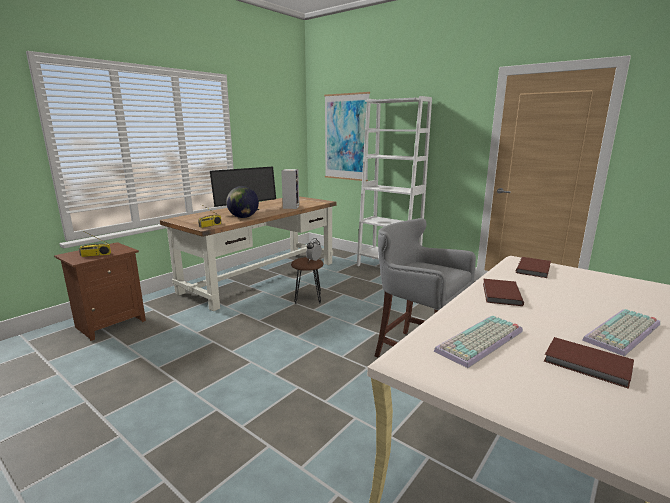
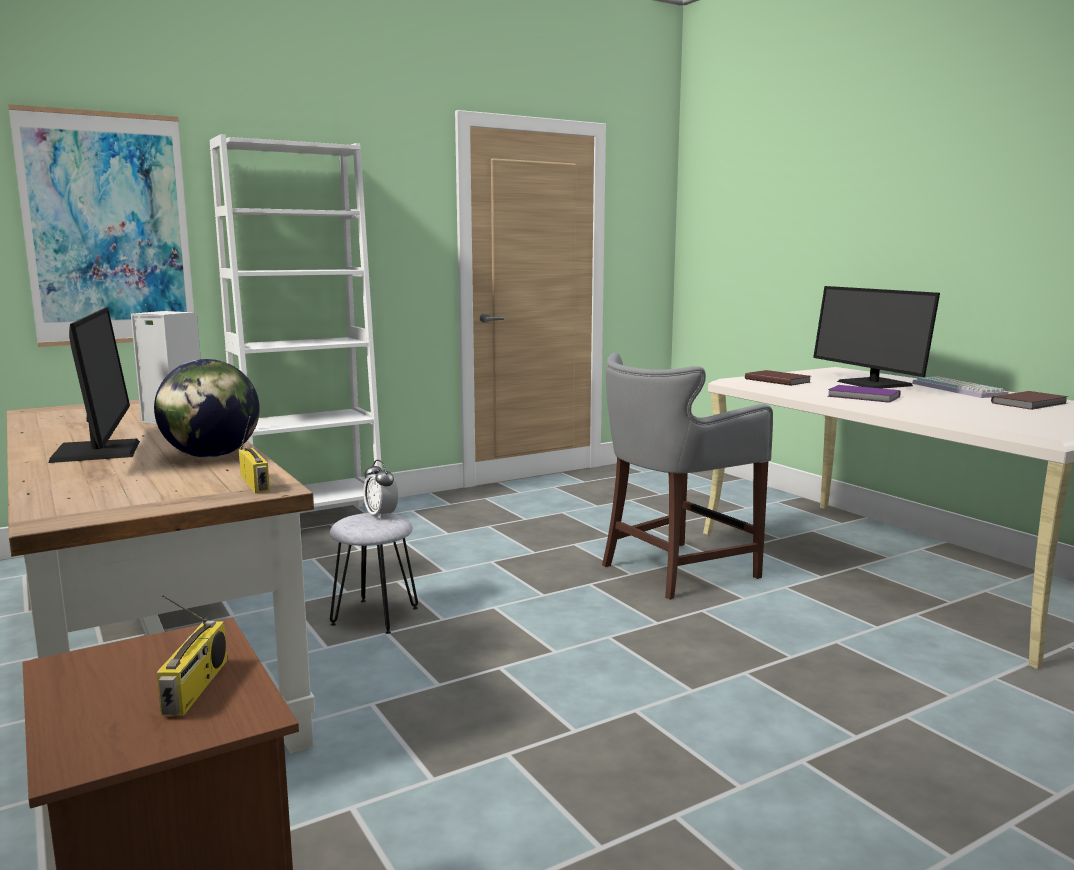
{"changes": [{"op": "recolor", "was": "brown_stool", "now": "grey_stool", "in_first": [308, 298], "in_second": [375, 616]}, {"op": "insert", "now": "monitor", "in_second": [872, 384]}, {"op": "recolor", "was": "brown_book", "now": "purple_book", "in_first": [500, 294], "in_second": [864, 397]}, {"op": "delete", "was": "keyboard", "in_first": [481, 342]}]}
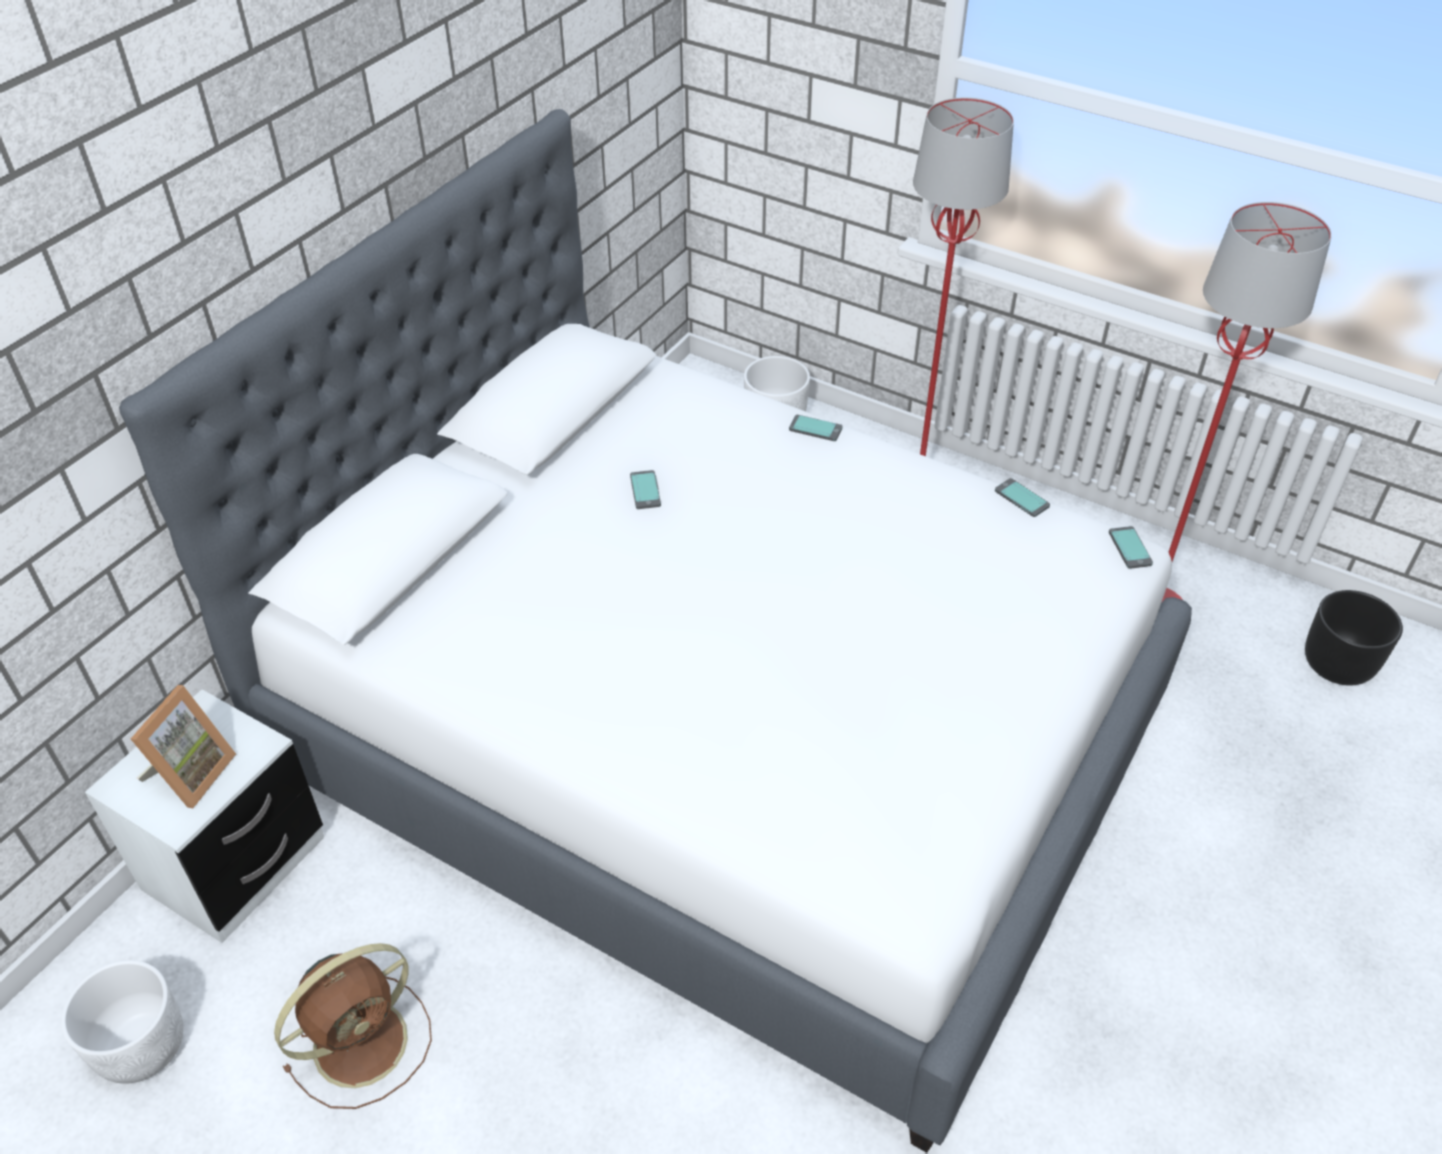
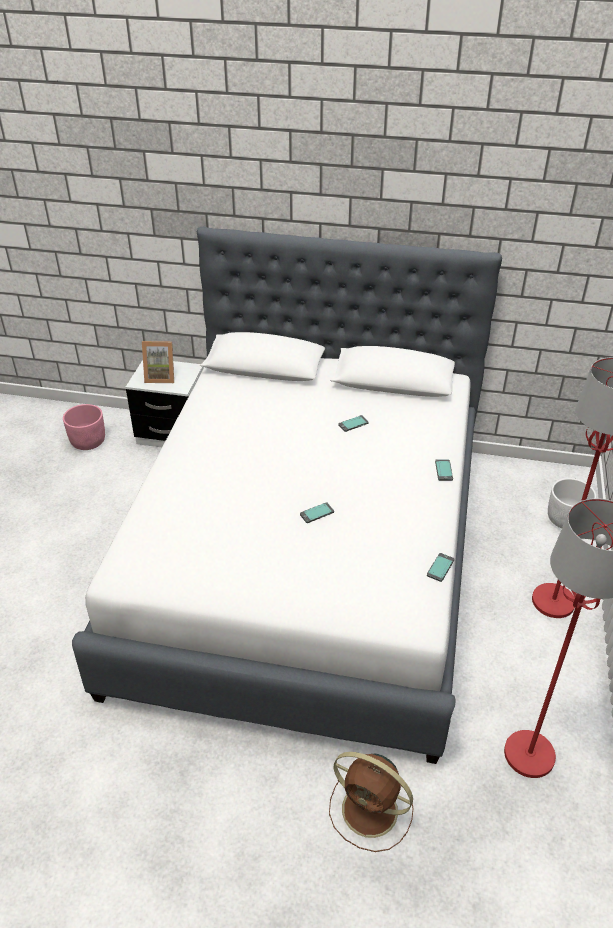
{"changes": [{"op": "recolor", "was": "white_planter", "now": "pink_planter", "in_first": [141, 1046], "in_second": [88, 441]}, {"op": "move", "was": "phone", "in_first": [1130, 548], "in_second": [317, 513]}, {"op": "move", "was": "brown_fan", "in_first": [364, 1040], "in_second": [372, 811]}, {"op": "delete", "was": "black_planter", "in_first": [1338, 664]}]}
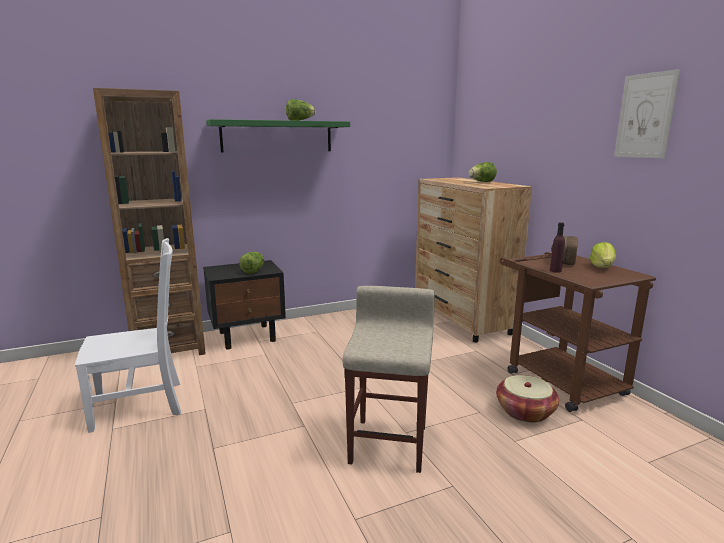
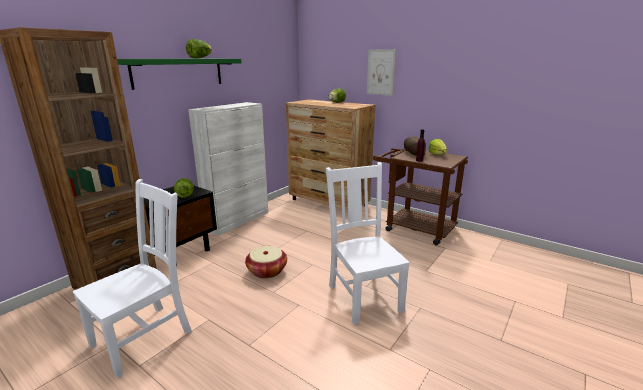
{"changes": [{"op": "insert", "now": "white_cabinet", "in_second": [238, 220]}, {"op": "move", "was": "basket", "in_first": [525, 411], "in_second": [267, 271]}, {"op": "replace", "was": "beige_stool", "now": "white_chair", "in_first": [389, 443], "in_second": [363, 296]}, {"op": "move", "was": "picture", "in_first": [645, 116], "in_second": [380, 72]}]}
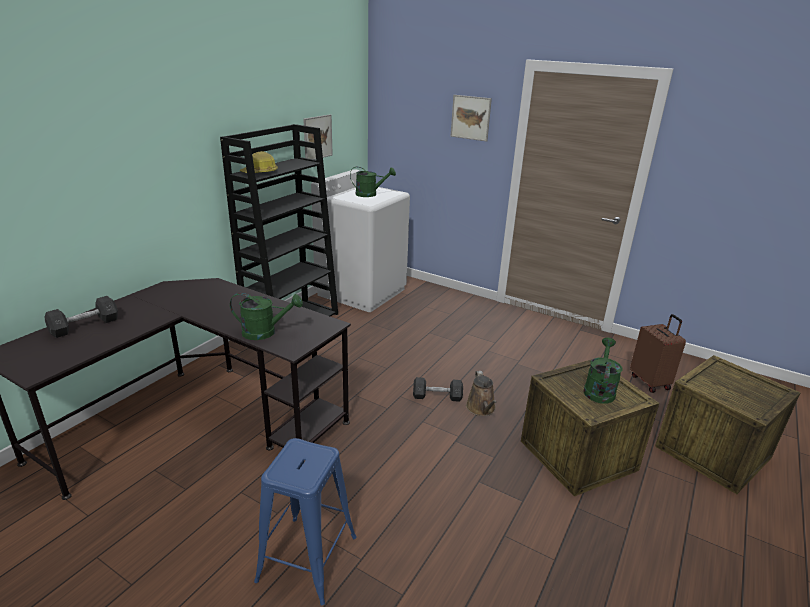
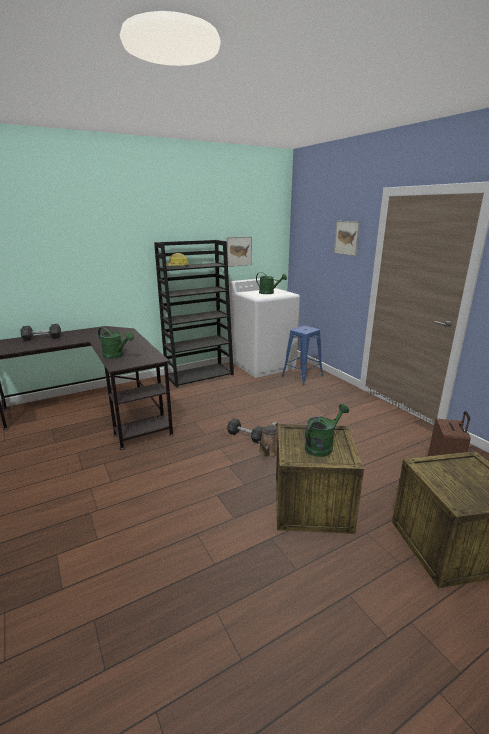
{"changes": [{"op": "move", "was": "blue_stool", "in_first": [307, 558], "in_second": [302, 376]}]}
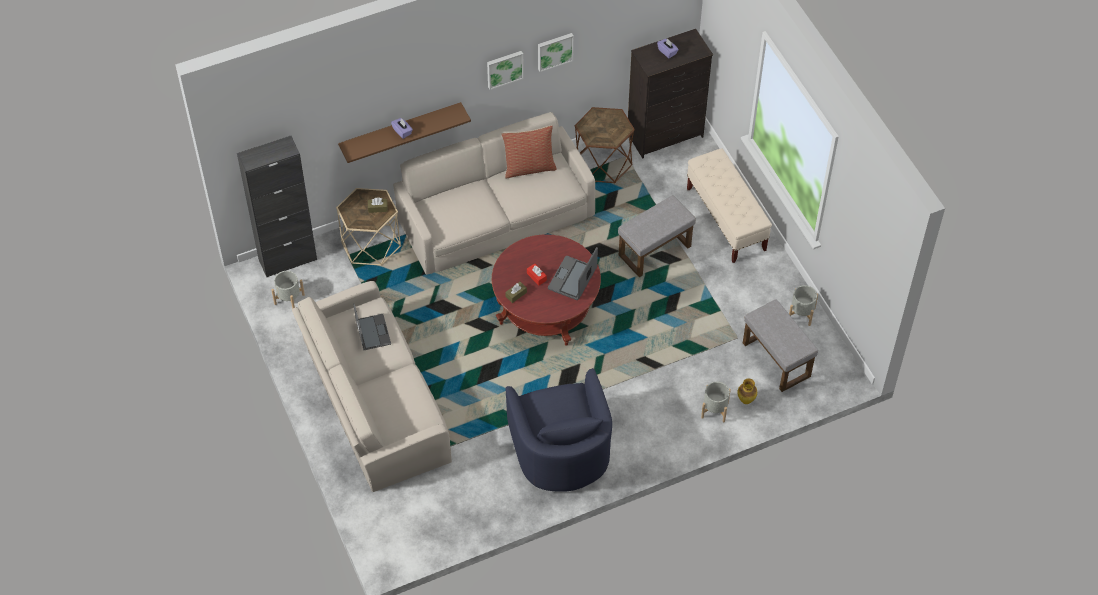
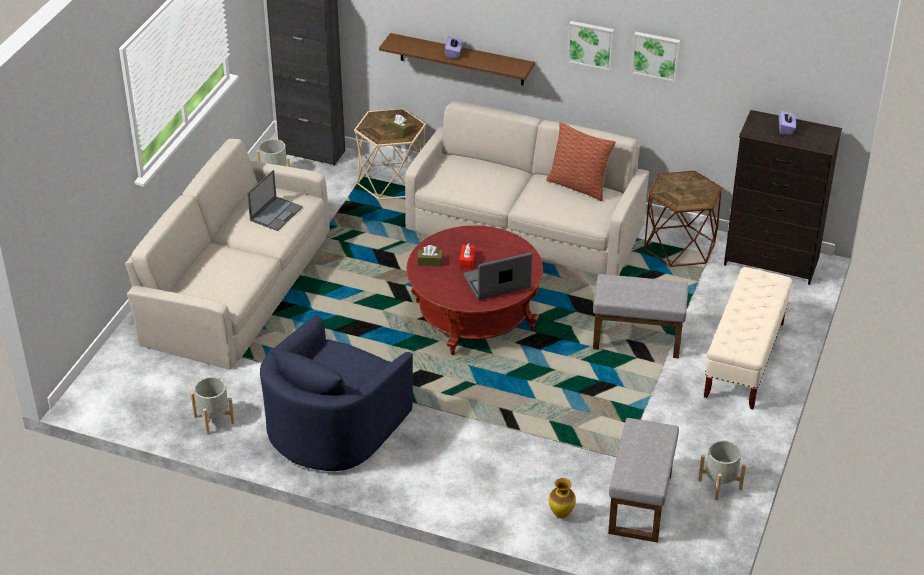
{"changes": [{"op": "move", "was": "grey_planter", "in_first": [714, 410], "in_second": [214, 419]}]}
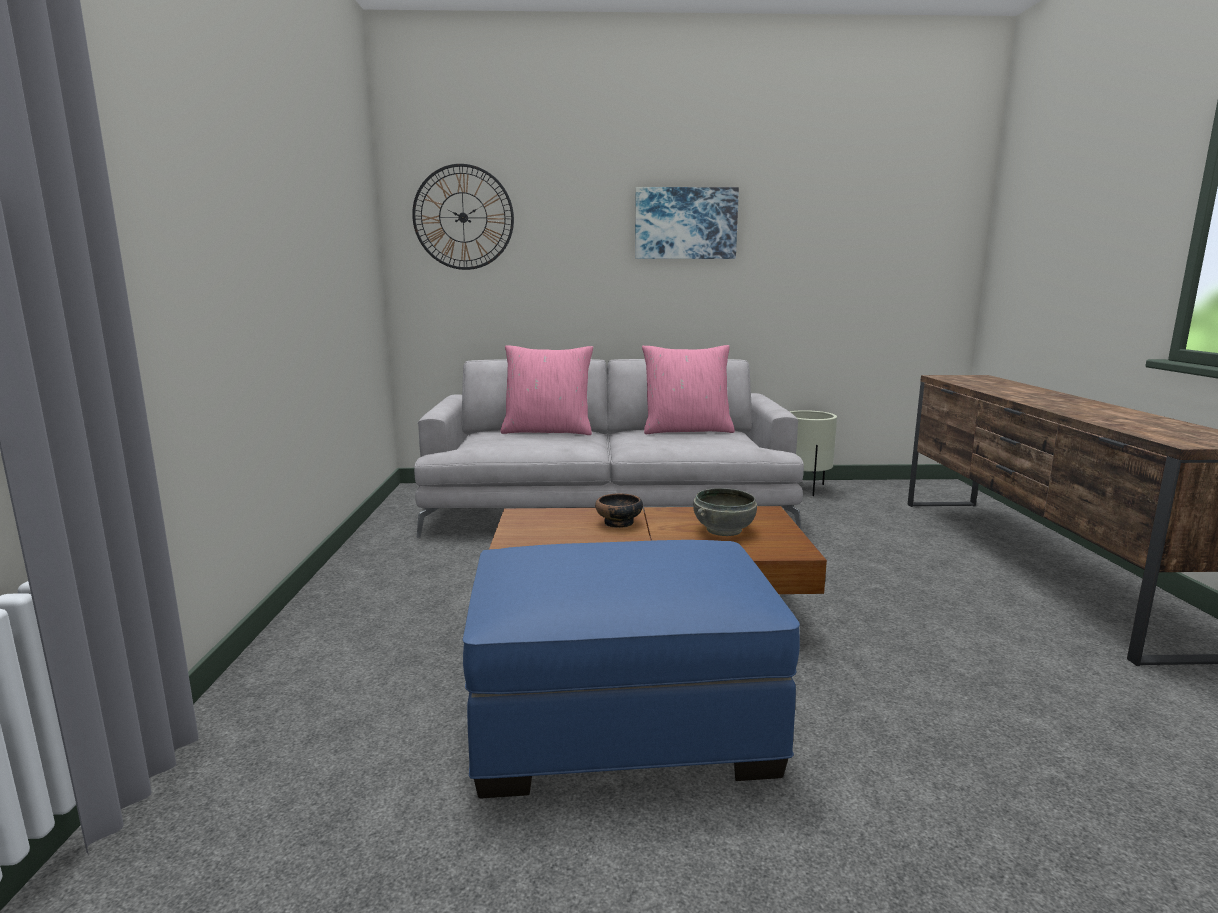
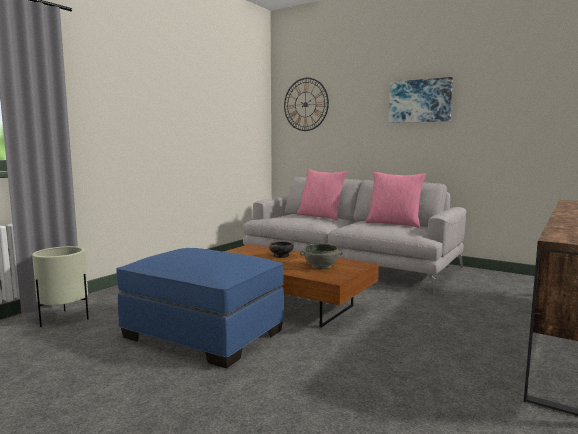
{"changes": [{"op": "move", "was": "beige_planter", "in_first": [805, 488], "in_second": [65, 318]}]}
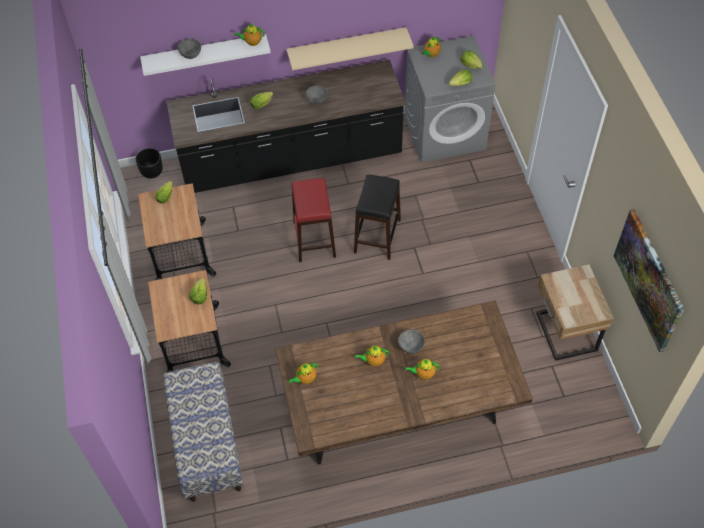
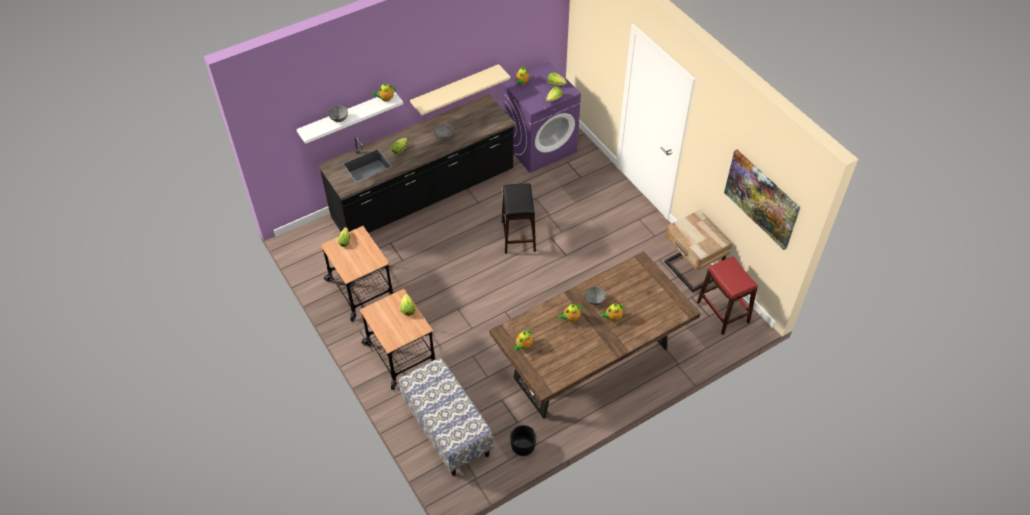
{"changes": [{"op": "recolor", "was": "grey_washing_machine", "now": "purple_washing_machine", "in_first": [445, 132], "in_second": [539, 146]}, {"op": "move", "was": "black_planter", "in_first": [152, 171], "in_second": [523, 447]}, {"op": "move", "was": "red_stool", "in_first": [314, 239], "in_second": [723, 312]}]}
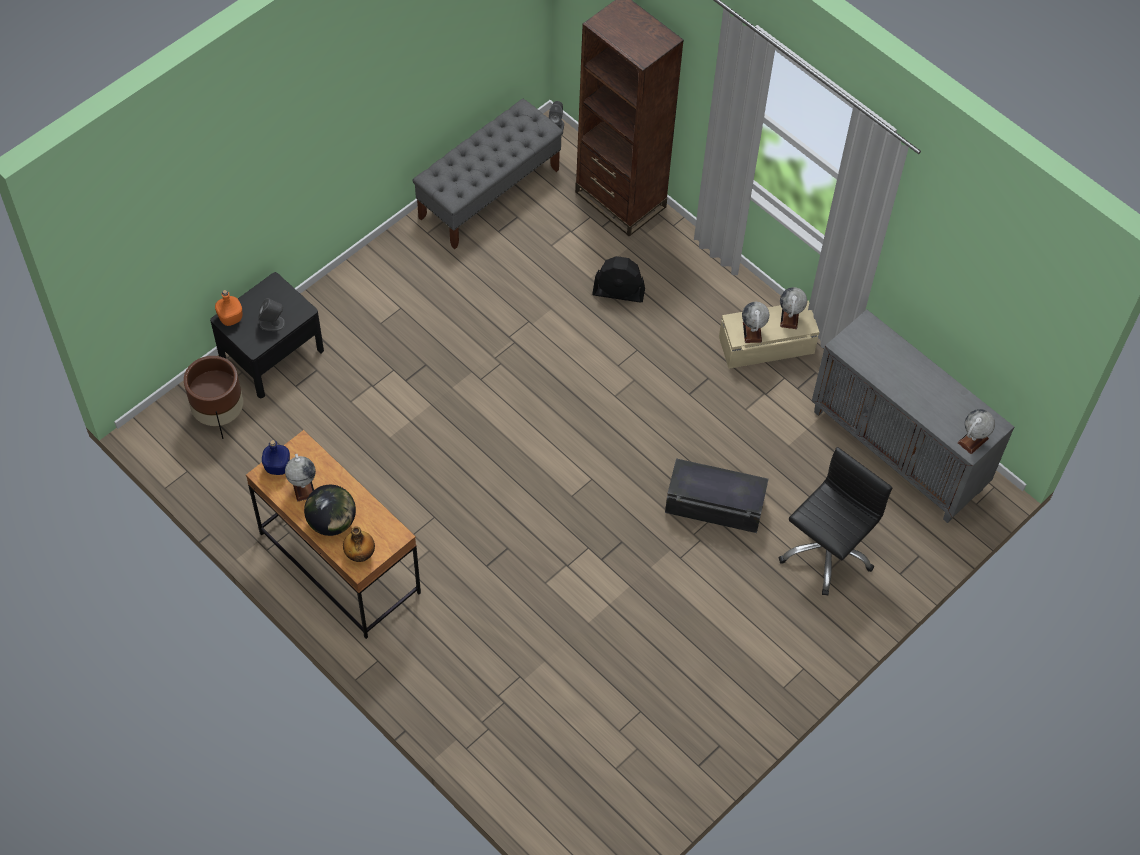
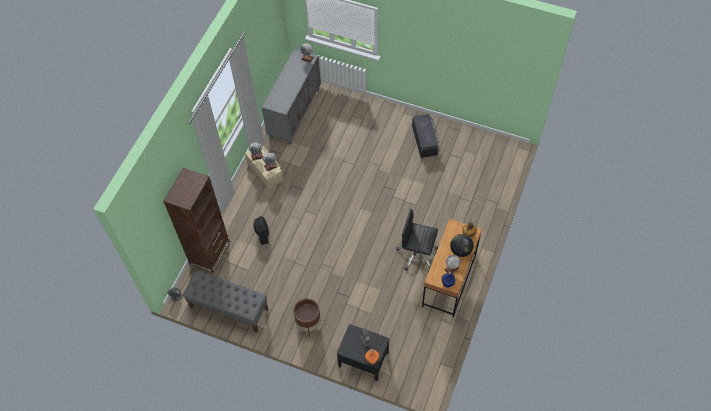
{"changes": [{"op": "move", "was": "brown_planter", "in_first": [219, 415], "in_second": [308, 324]}, {"op": "move", "was": "black_office_chair", "in_first": [826, 551], "in_second": [417, 254]}, {"op": "move", "was": "black_storage_box", "in_first": [714, 506], "in_second": [425, 140]}]}
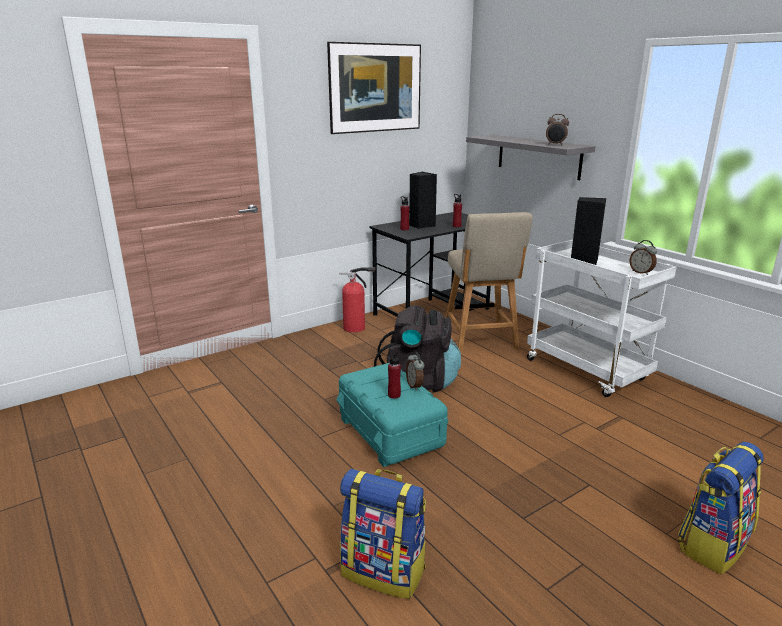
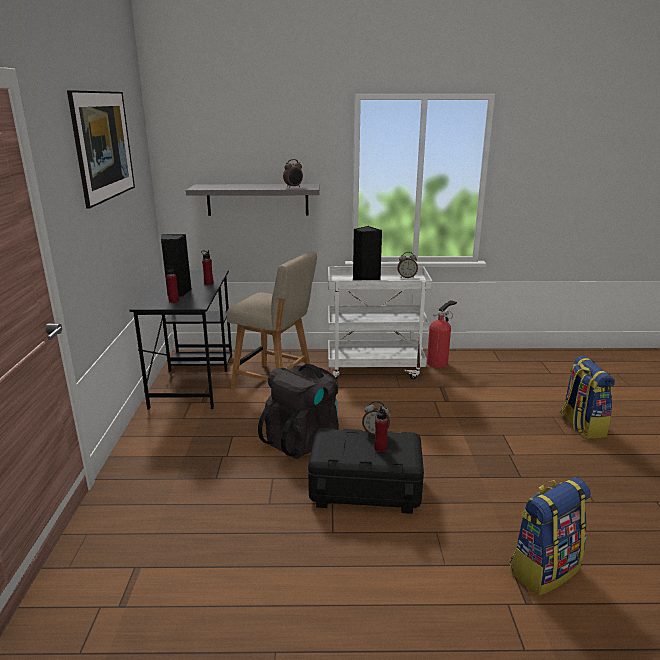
{"changes": [{"op": "recolor", "was": "turquoise_storage_box", "now": "black_storage_box", "in_first": [391, 432], "in_second": [365, 487]}, {"op": "move", "was": "fire_extinguisher", "in_first": [356, 328], "in_second": [438, 362]}]}
